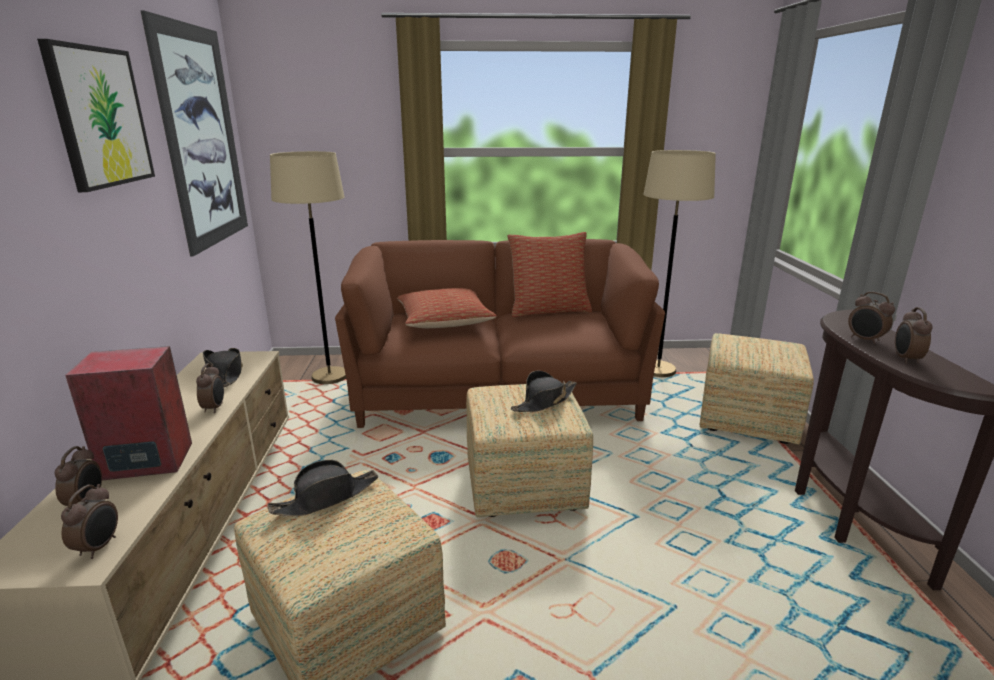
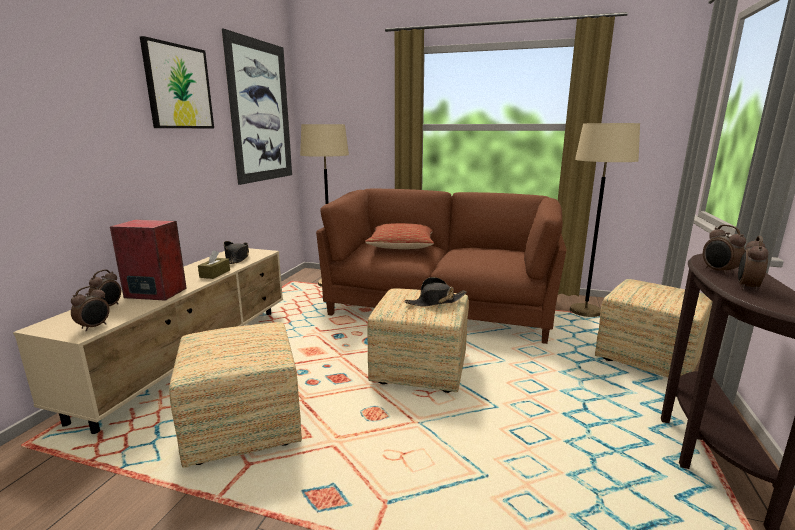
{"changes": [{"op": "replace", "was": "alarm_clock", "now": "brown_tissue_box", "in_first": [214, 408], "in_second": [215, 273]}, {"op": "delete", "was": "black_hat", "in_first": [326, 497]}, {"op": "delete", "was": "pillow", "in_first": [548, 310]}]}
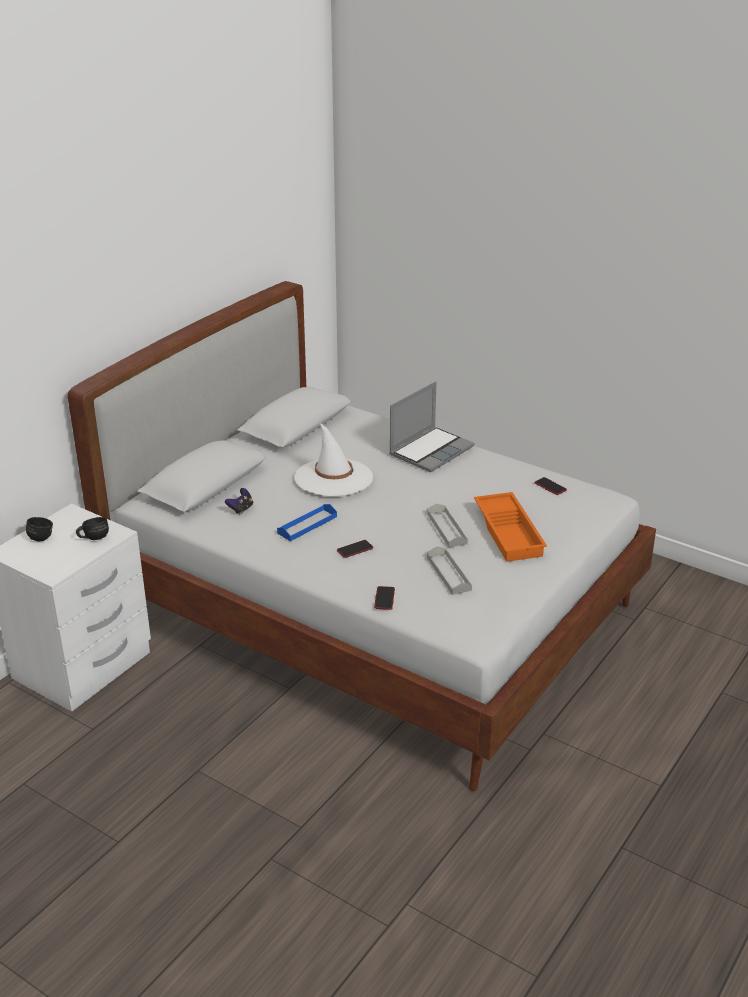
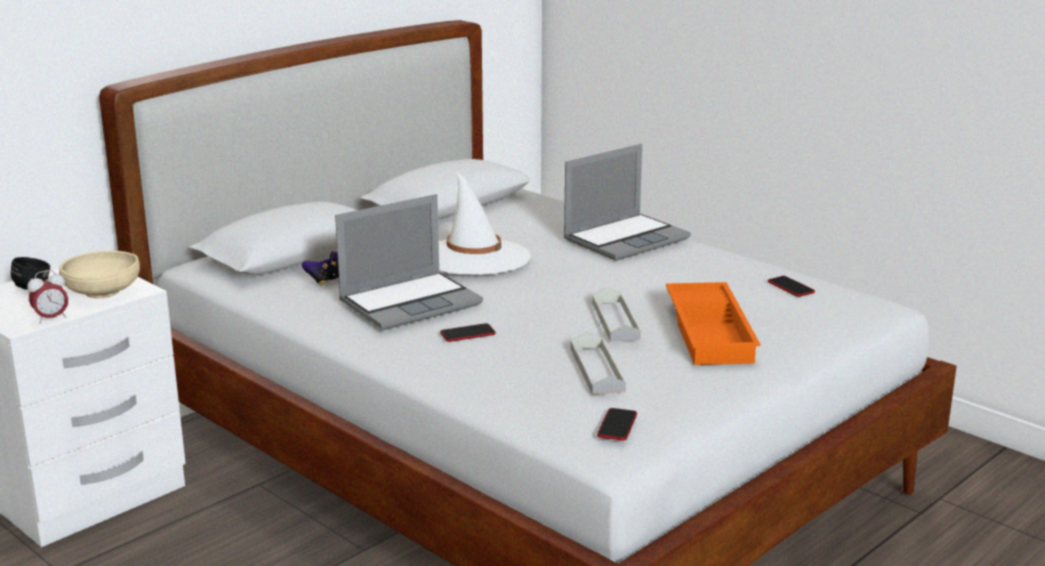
{"changes": [{"op": "insert", "now": "alarm_clock", "in_second": [51, 319]}, {"op": "replace", "was": "black_mug", "now": "beige_bowl", "in_first": [93, 538], "in_second": [102, 292]}, {"op": "replace", "was": "blue_tray", "now": "laptop", "in_first": [307, 525], "in_second": [411, 302]}, {"op": "move", "was": "phone", "in_first": [384, 598], "in_second": [617, 425]}]}
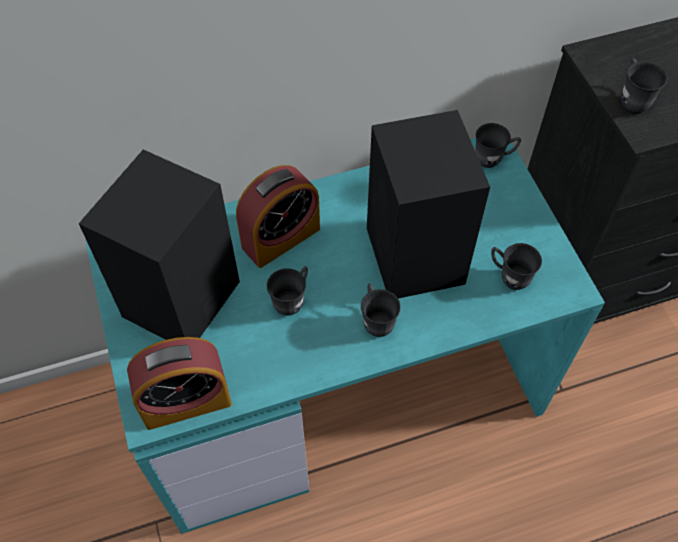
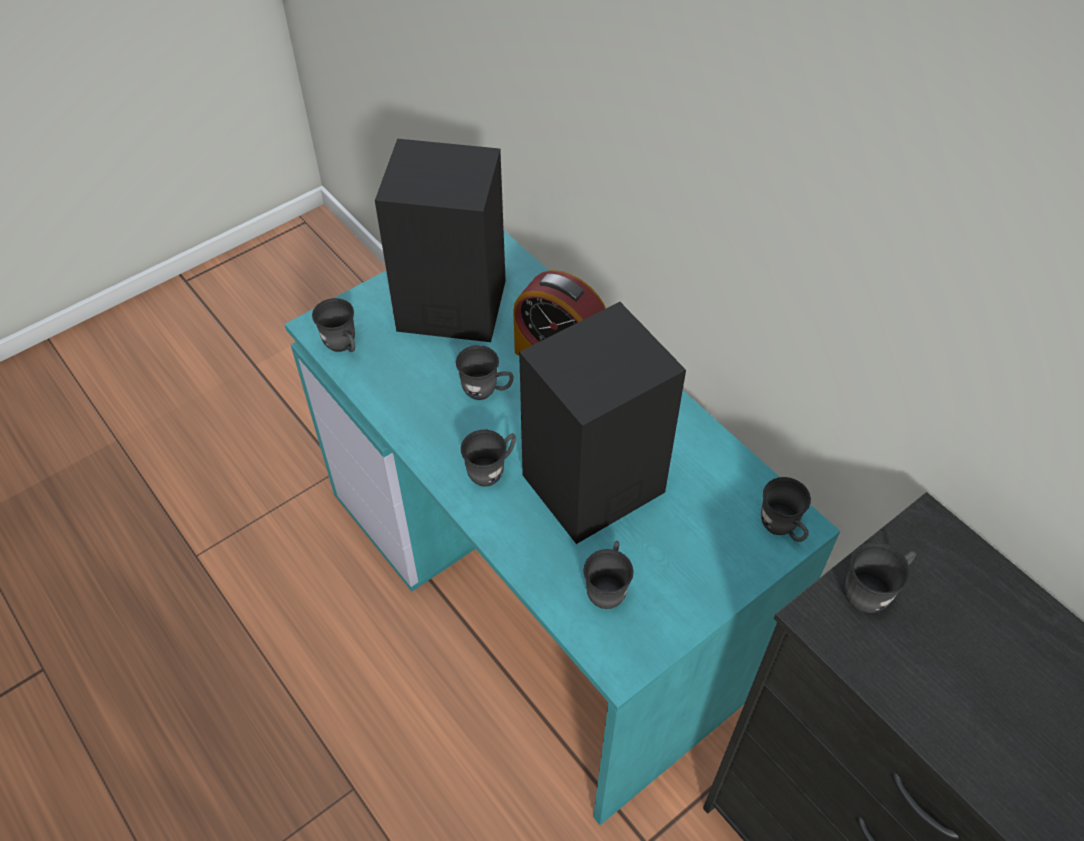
{"changes": [{"op": "replace", "was": "alarm_clock", "now": "grey_mug", "in_first": [186, 401], "in_second": [343, 346]}]}
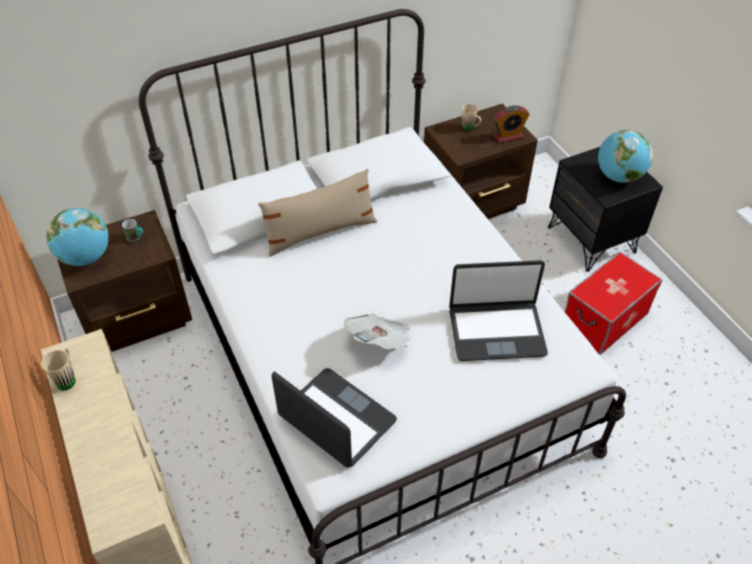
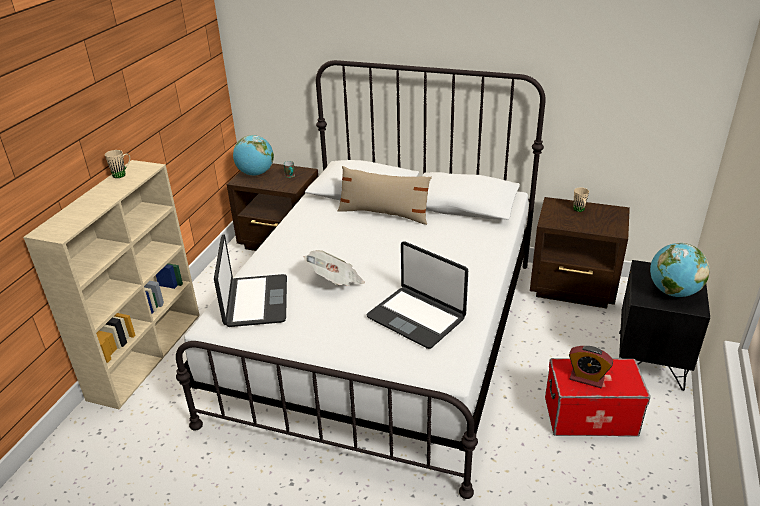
{"changes": [{"op": "move", "was": "alarm_clock", "in_first": [508, 136], "in_second": [586, 378]}]}
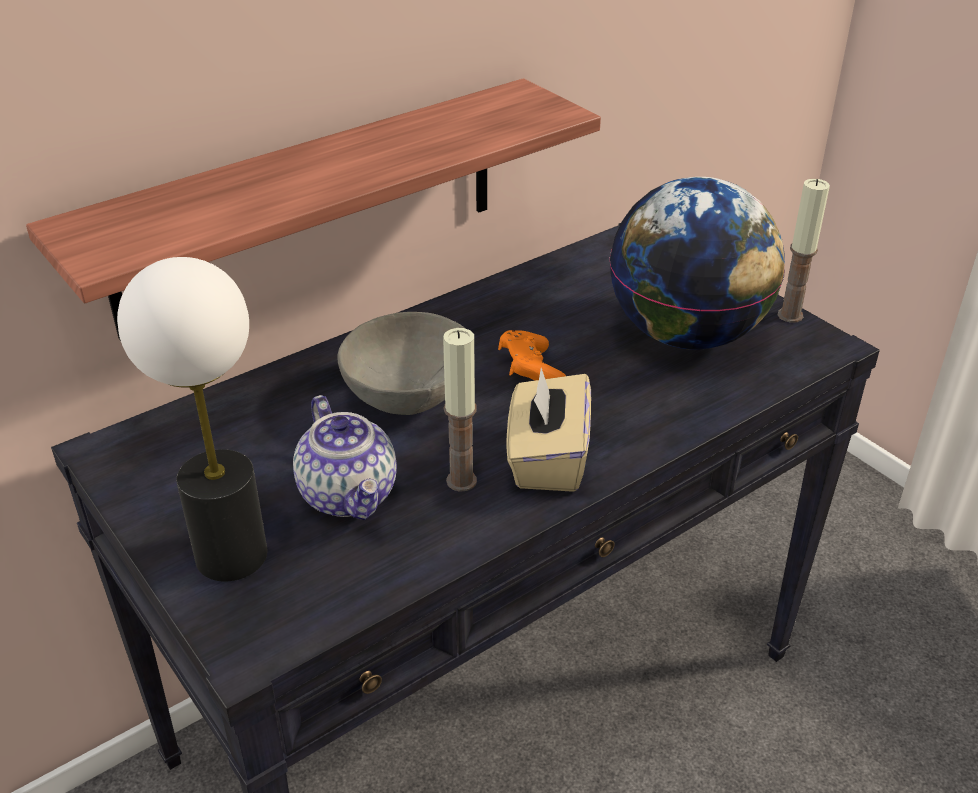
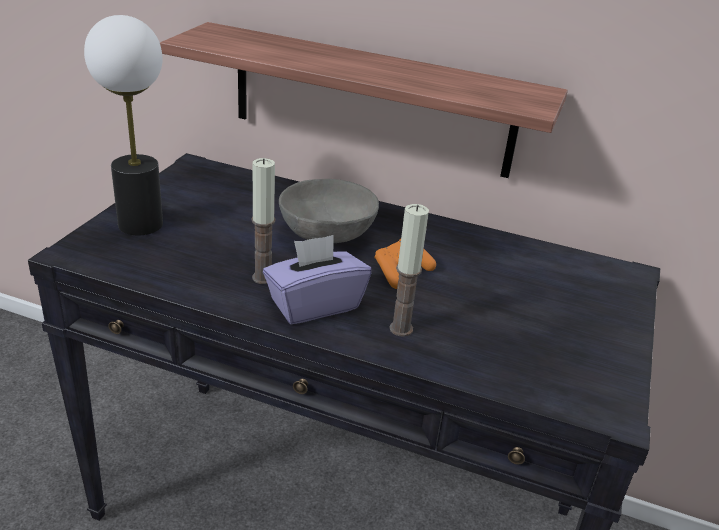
{"changes": [{"op": "recolor", "was": "beige_tissue_box", "now": "purple_tissue_box", "in_first": [547, 459], "in_second": [314, 304]}, {"op": "move", "was": "candle", "in_first": [790, 315], "in_second": [401, 329]}, {"op": "delete", "was": "teapot", "in_first": [350, 494]}, {"op": "delete", "was": "globe", "in_first": [687, 335]}]}
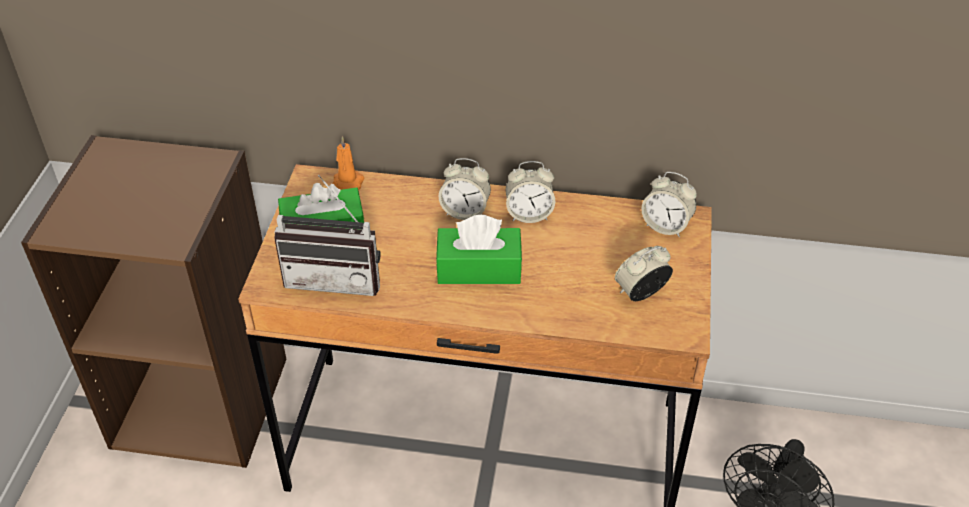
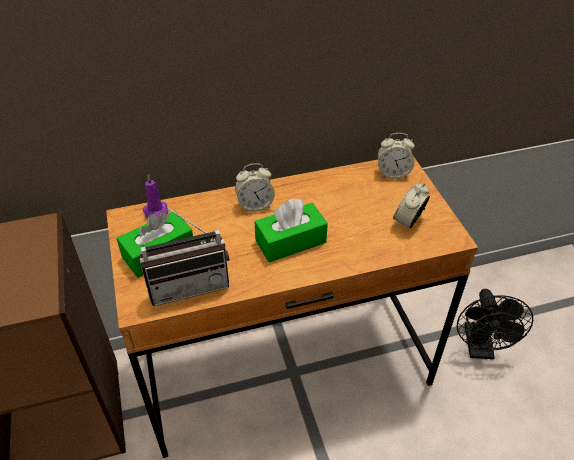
{"changes": [{"op": "recolor", "was": "orange_candle", "now": "purple_candle", "in_first": [347, 185], "in_second": [156, 213]}, {"op": "delete", "was": "alarm_clock", "in_first": [529, 214]}]}
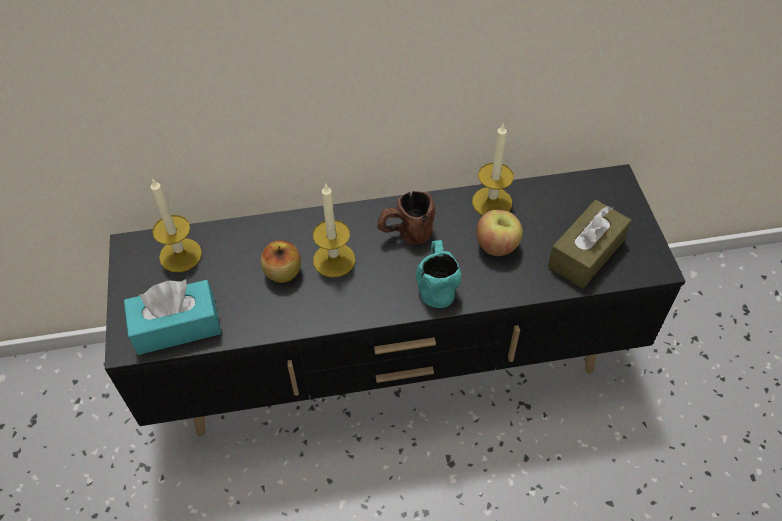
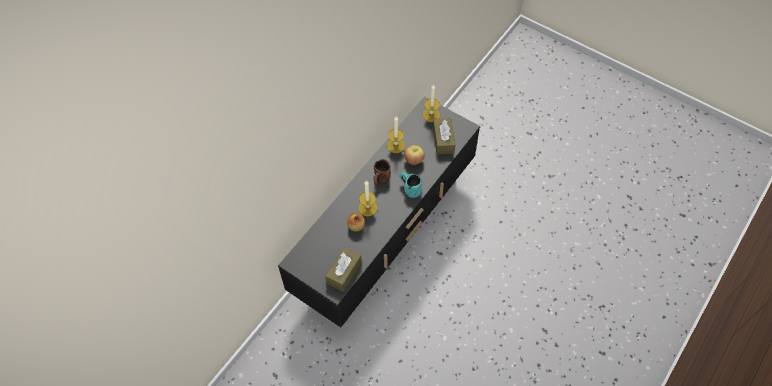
{"changes": [{"op": "recolor", "was": "turquoise_tissue_box", "now": "brown_tissue_box", "in_first": [177, 326], "in_second": [344, 272]}, {"op": "move", "was": "candle", "in_first": [180, 255], "in_second": [431, 115]}]}
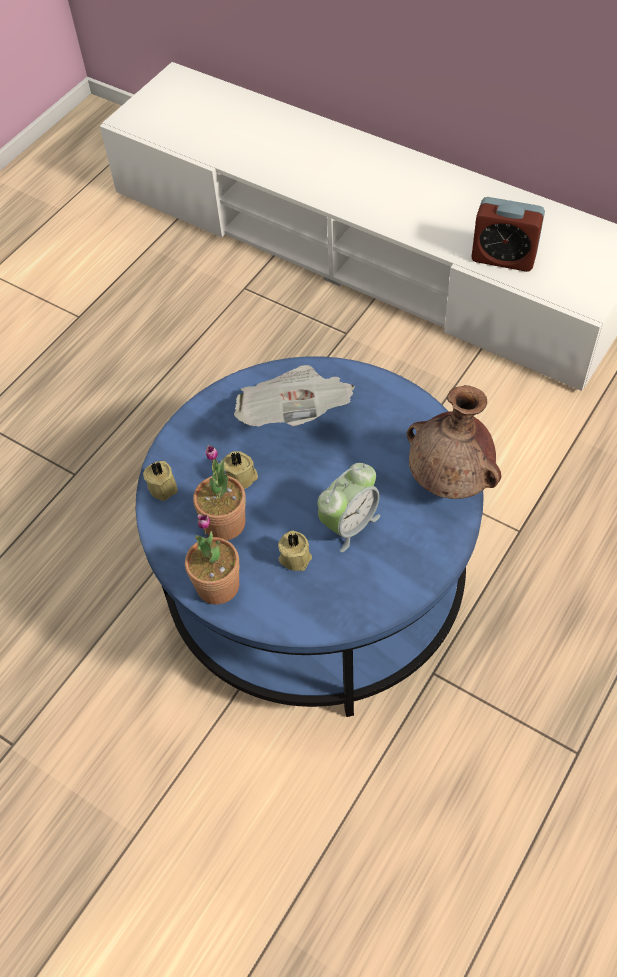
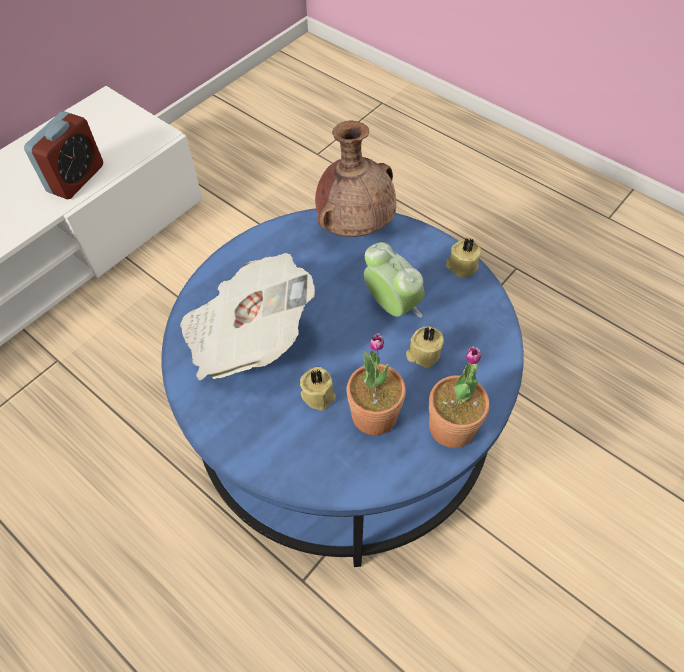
{"changes": [{"op": "move", "was": "beige_candle", "in_first": [163, 486], "in_second": [461, 266]}]}
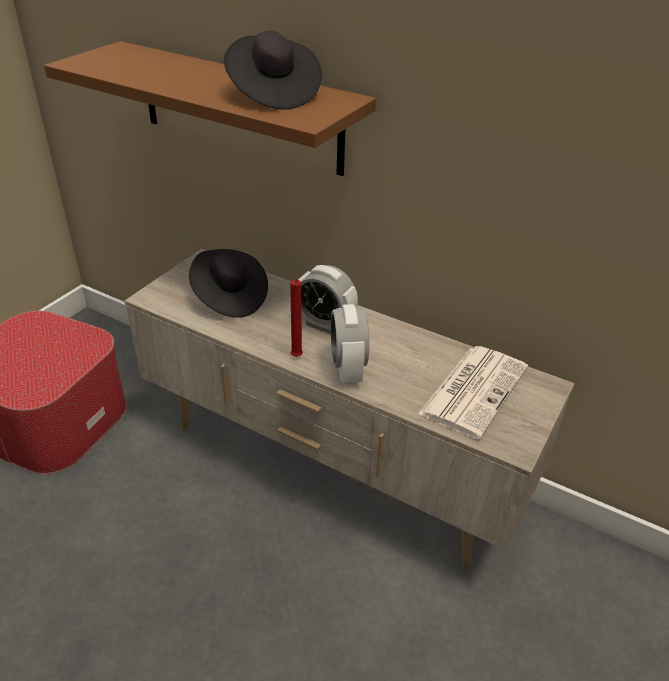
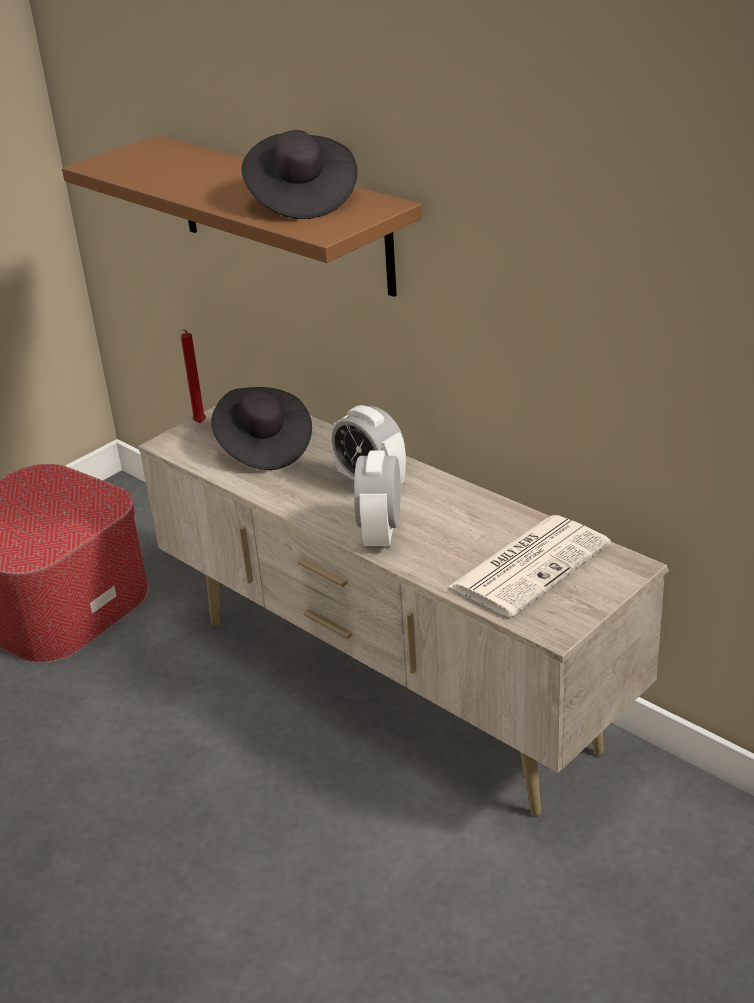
{"changes": [{"op": "move", "was": "red_candle", "in_first": [296, 358], "in_second": [199, 424]}]}
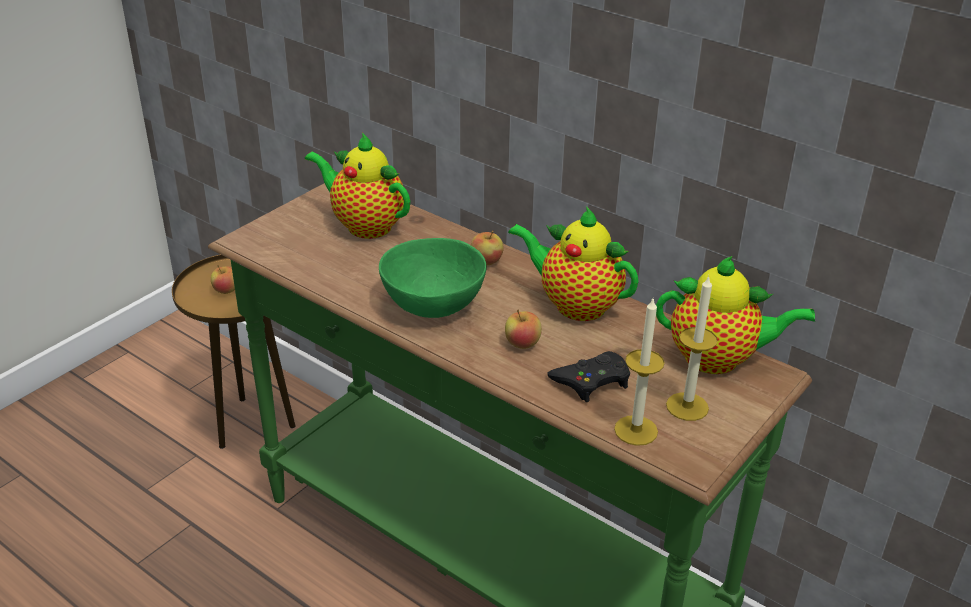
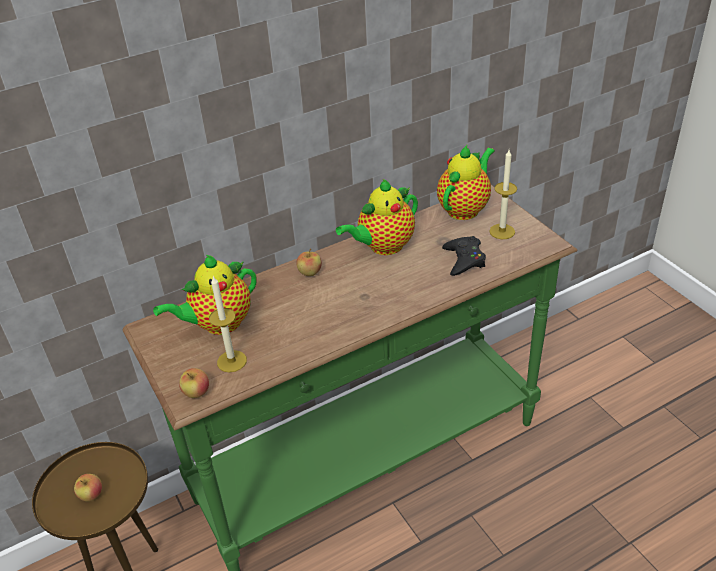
{"changes": [{"op": "move", "was": "apple", "in_first": [522, 344], "in_second": [197, 393]}, {"op": "move", "was": "candle", "in_first": [636, 430], "in_second": [232, 361]}, {"op": "delete", "was": "green_bowl", "in_first": [431, 306]}]}
